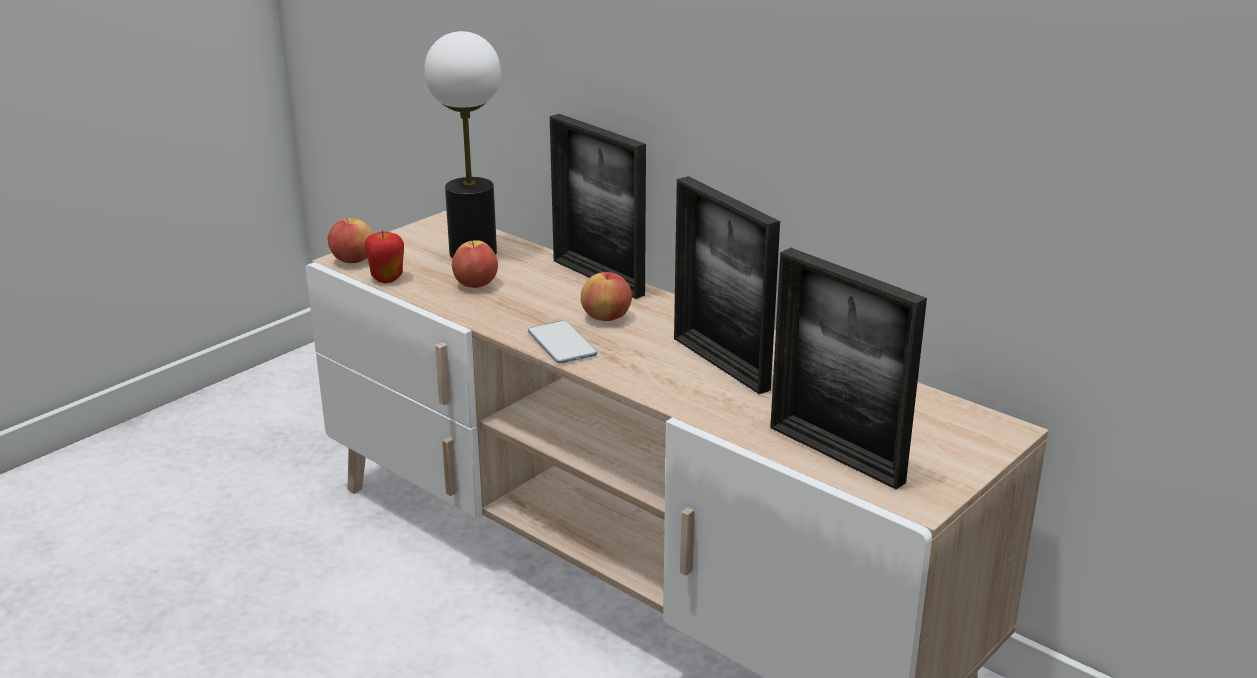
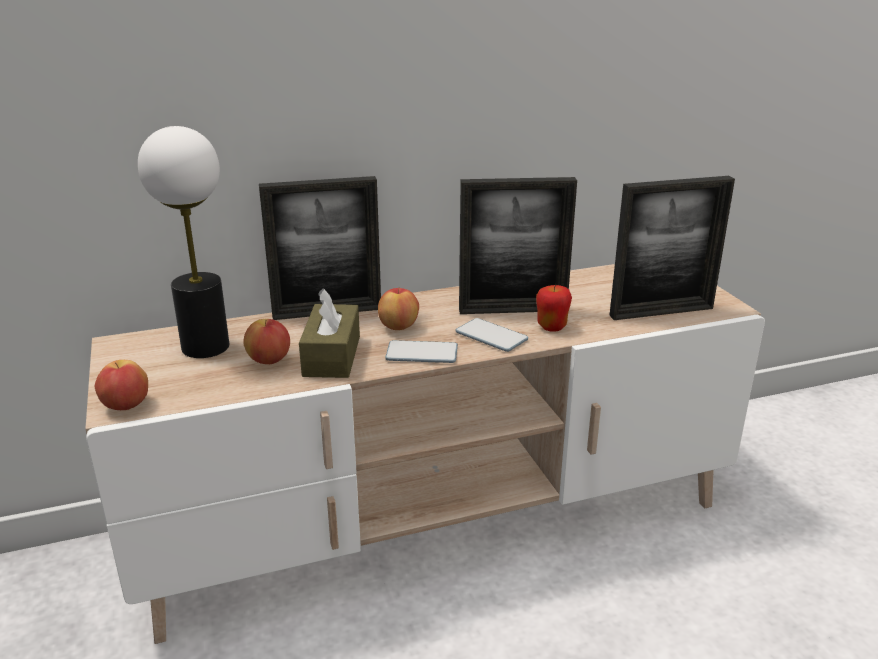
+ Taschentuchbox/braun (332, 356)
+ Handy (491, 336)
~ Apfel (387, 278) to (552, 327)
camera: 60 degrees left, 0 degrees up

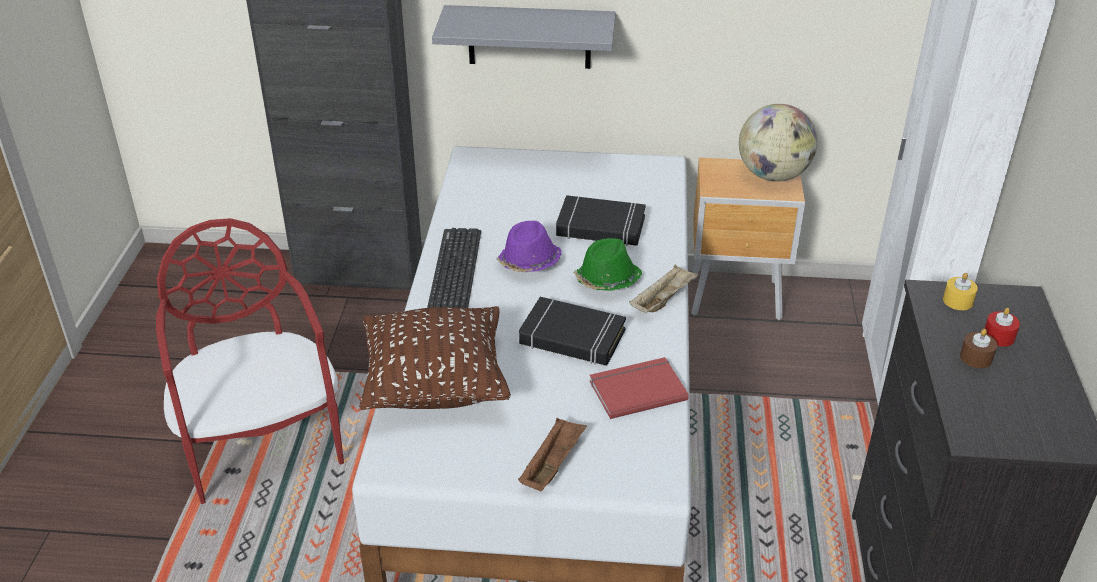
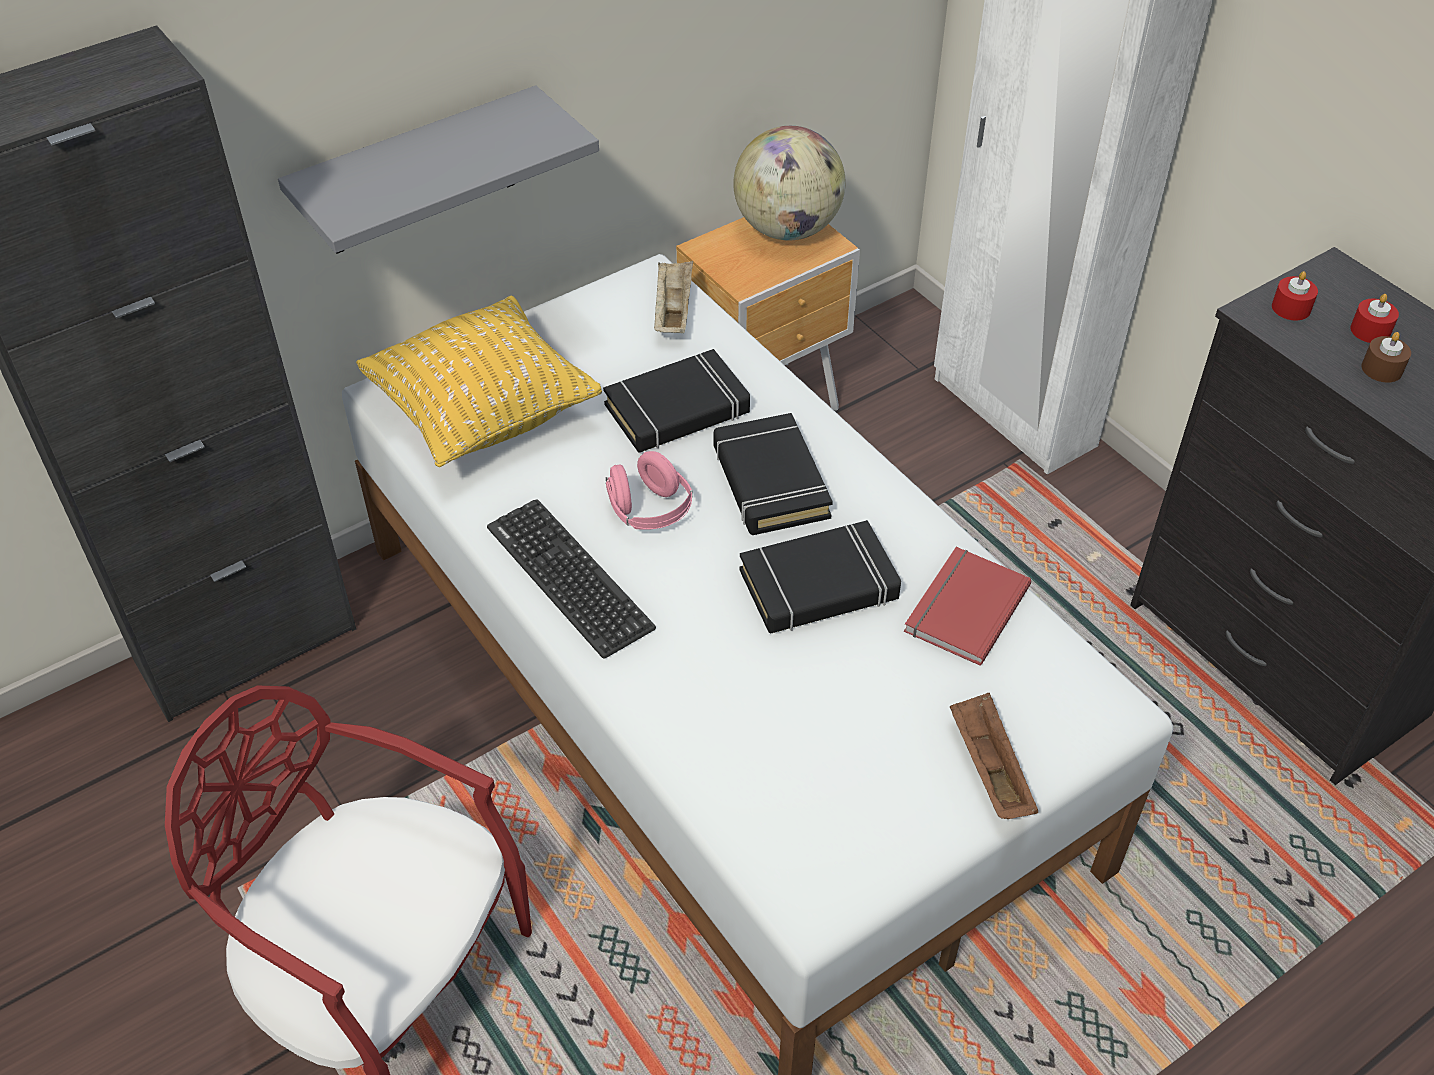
- Kissen/braun (436, 385)
+ Kissen/gelb (484, 414)
~ Tablett/beige (662, 300) to (673, 311)
~ Hut/lila (529, 263) to Kopfhörer/rosa (649, 511)
~ Hut/grün (607, 281) to Buch/schwarz (770, 482)
~ Kerze/gelb (958, 301) to Kerze/rot (1291, 308)
camera: 40 degrees left, 10 degrees up

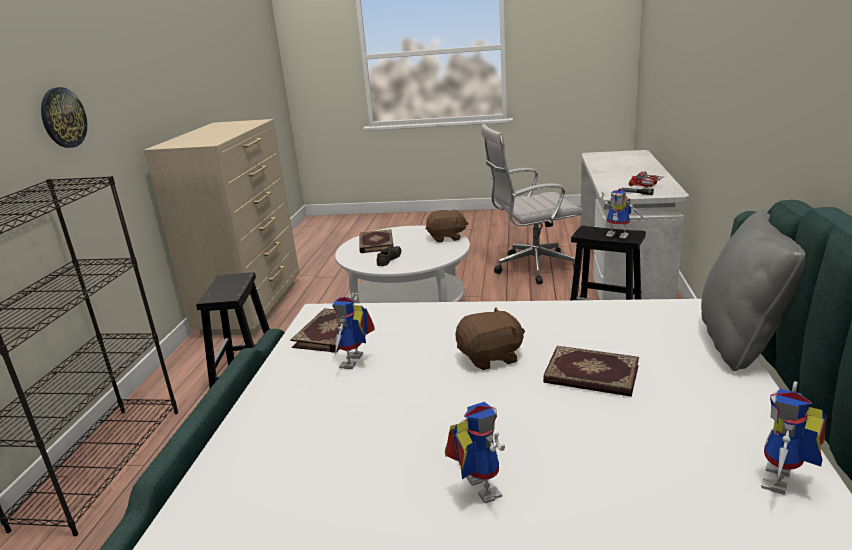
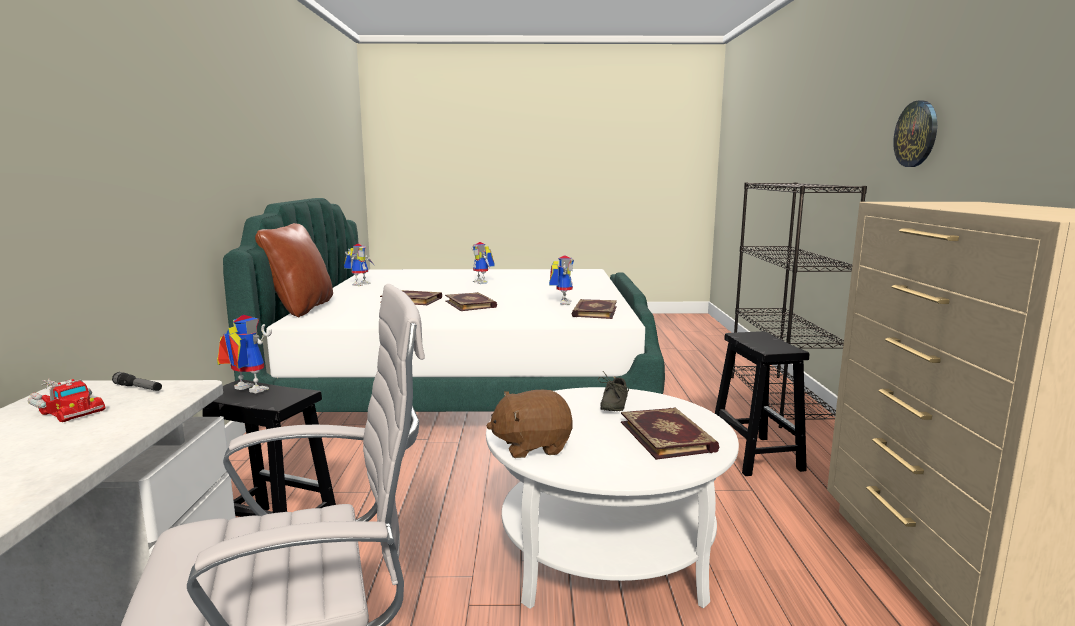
~ Plüschtier/braun (490, 357) to Buch (471, 304)
~ Kissen/grau (741, 342) to Kissen/braun (300, 309)
camera: 170 degrees right, 10 degrees down

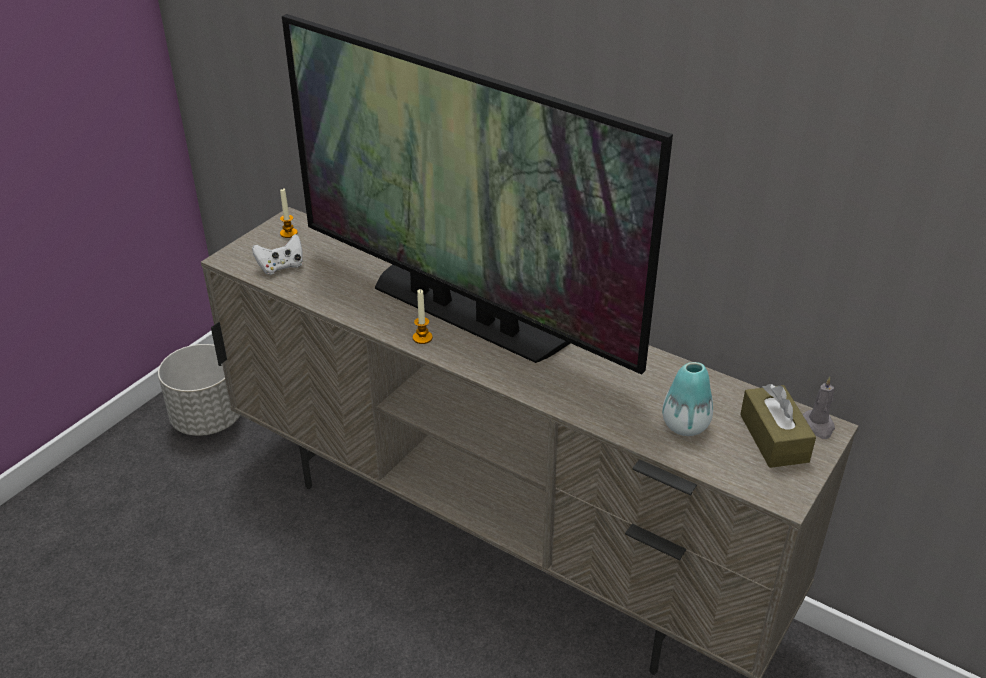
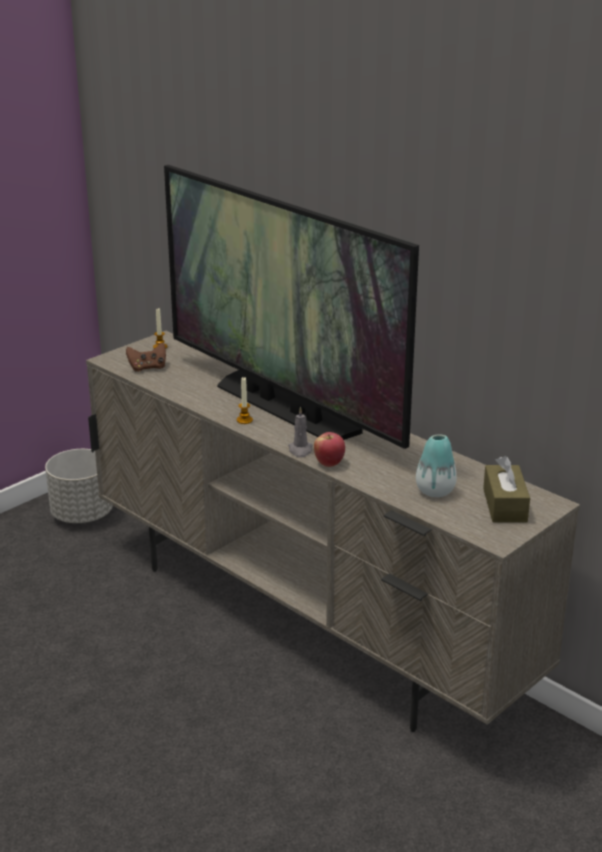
+ Apfel (329, 463)
~ Kerze/grau (818, 426) to (300, 450)
~ Gamepad/weiß (281, 267) to Gamepad/braun (147, 367)
camera: 10 degrees right, 10 degrees down

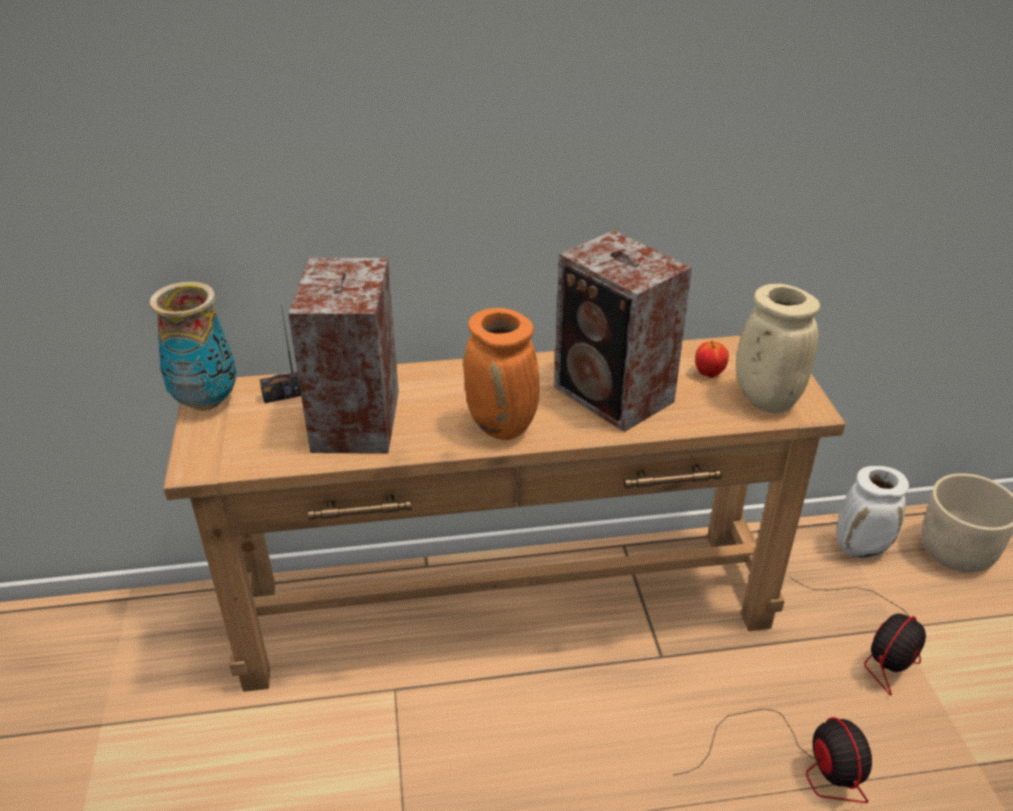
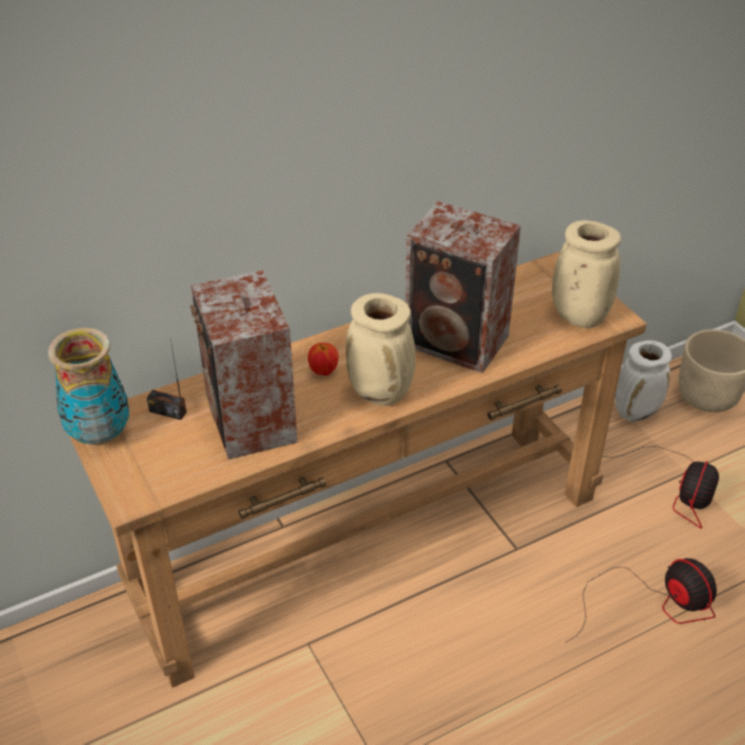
~ Apfel (709, 374) to (323, 371)
~ Vase/orange (503, 428) to Vase/beige (382, 394)
~ Radio (282, 395) = (168, 411) 60 degrees clockwise
camera: 20 degrees left, 5 degrees up

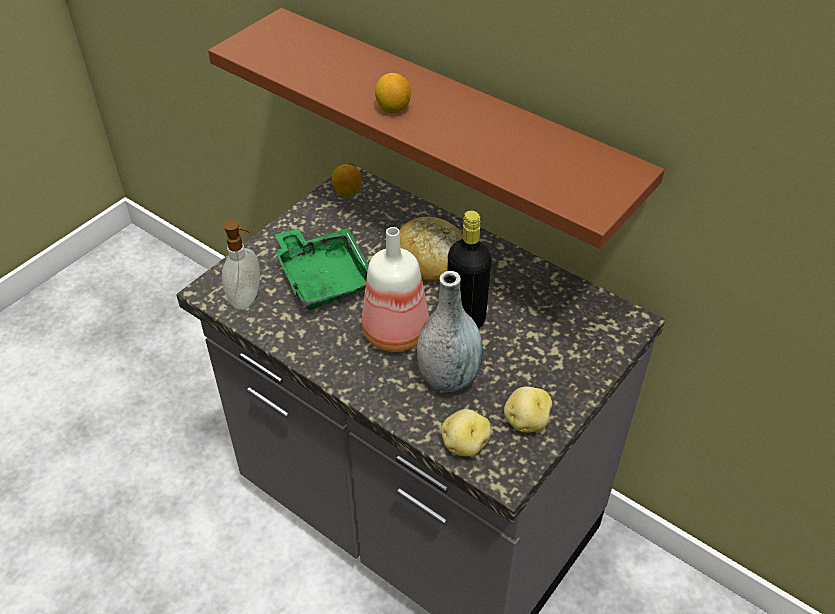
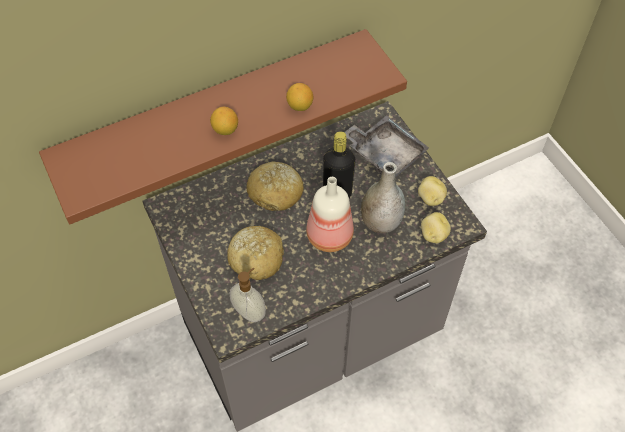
+ Tablett/grau (385, 153)
~ Zitrone (347, 192) to (300, 106)
~ Tablett/grün (324, 277) to Brot (256, 258)
camera: 65 degrees left, 10 degrees up

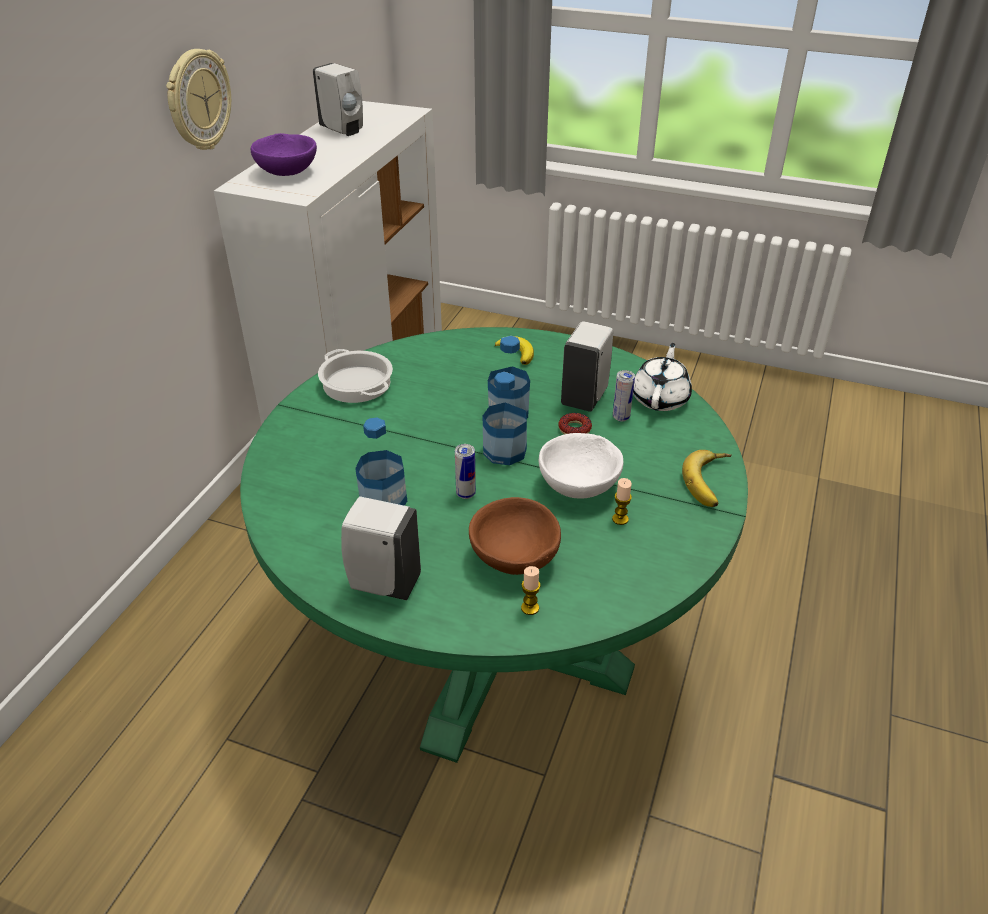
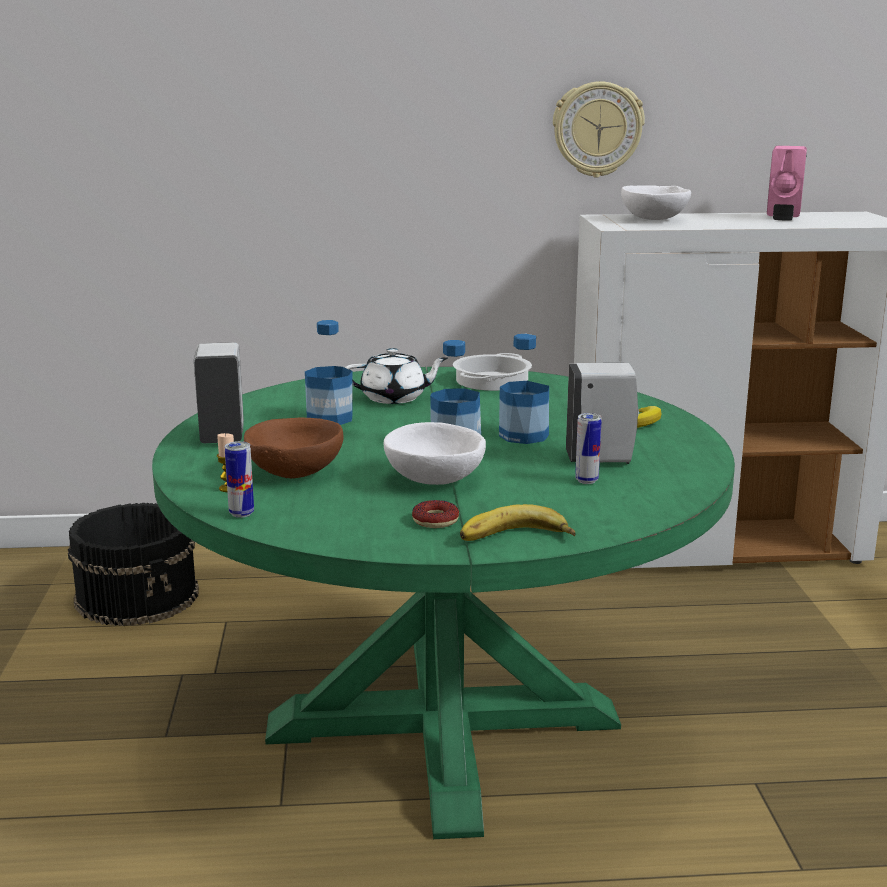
- Kerze (620, 519)
+ Eimer/schwarz (138, 596)
~ Dose (465, 494) to (241, 514)
~ Donut (574, 429) to (435, 520)
~ Teekanne/weiß (660, 398) to (395, 398)
~ Schüssel/lila (287, 172) to Schüssel/weiß (654, 220)
~ Seifenspender/weiß (343, 130) to Seifenspender/rosa (783, 217)
camera: 65 degrees right, 20 degrees down

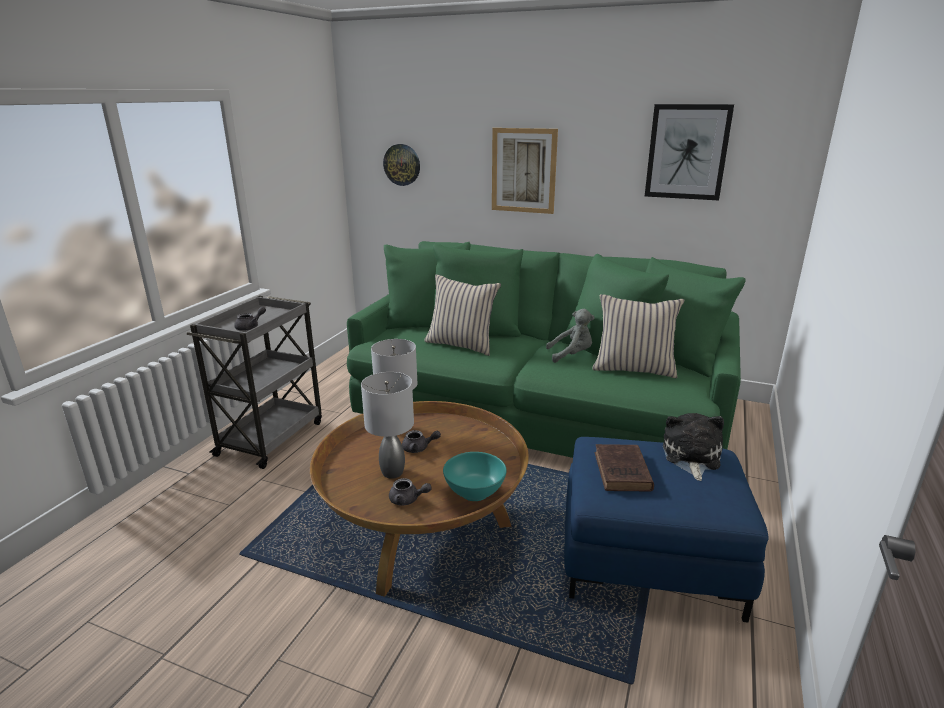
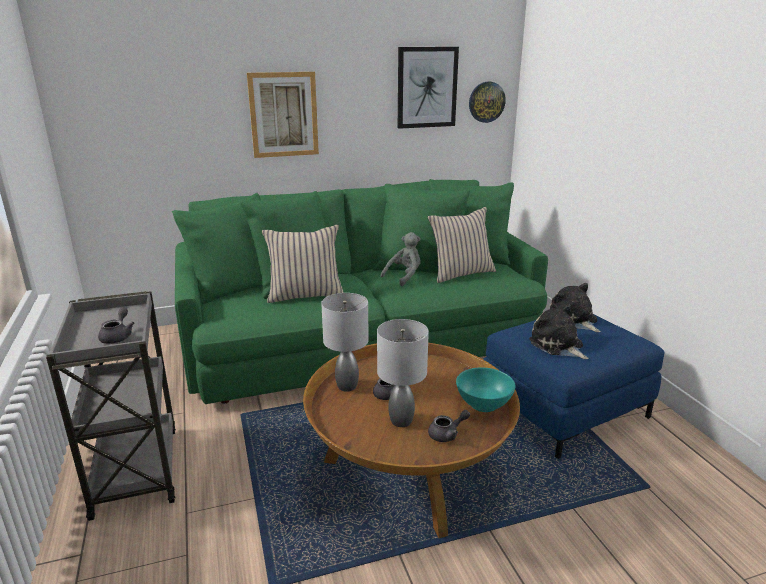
~ Wanduhr (402, 164) to (486, 102)
~ Buch/braun (622, 472) to Plüschtier (557, 345)
camera: 40 degrees left, 0 degrees up

